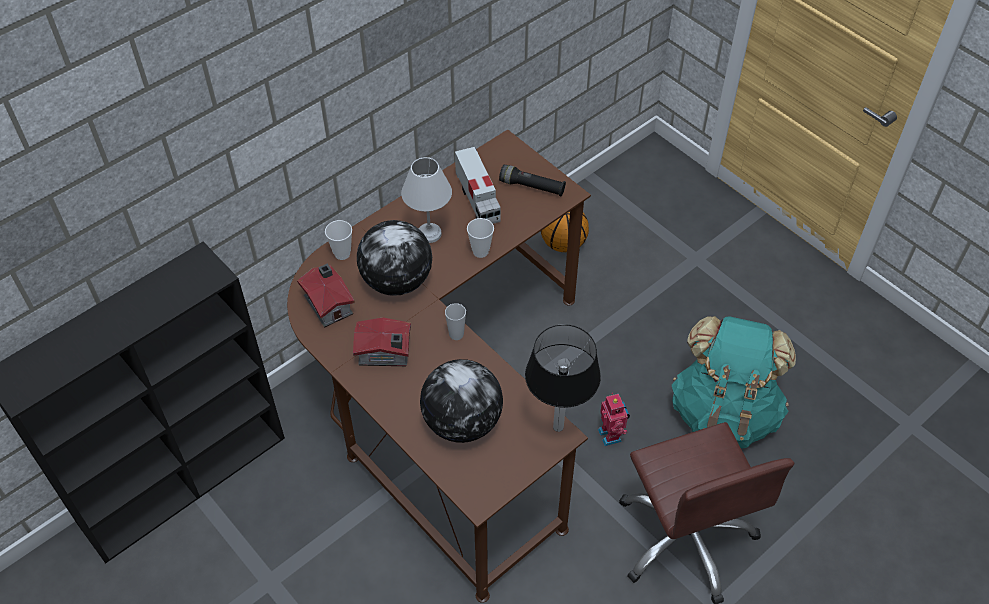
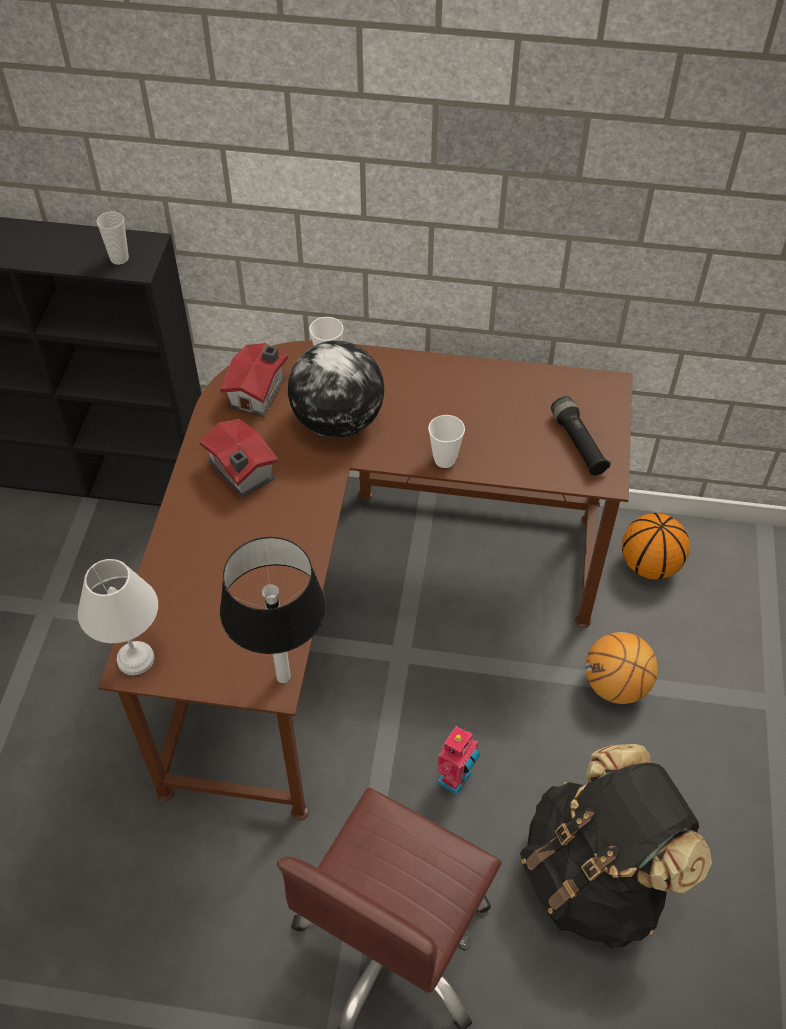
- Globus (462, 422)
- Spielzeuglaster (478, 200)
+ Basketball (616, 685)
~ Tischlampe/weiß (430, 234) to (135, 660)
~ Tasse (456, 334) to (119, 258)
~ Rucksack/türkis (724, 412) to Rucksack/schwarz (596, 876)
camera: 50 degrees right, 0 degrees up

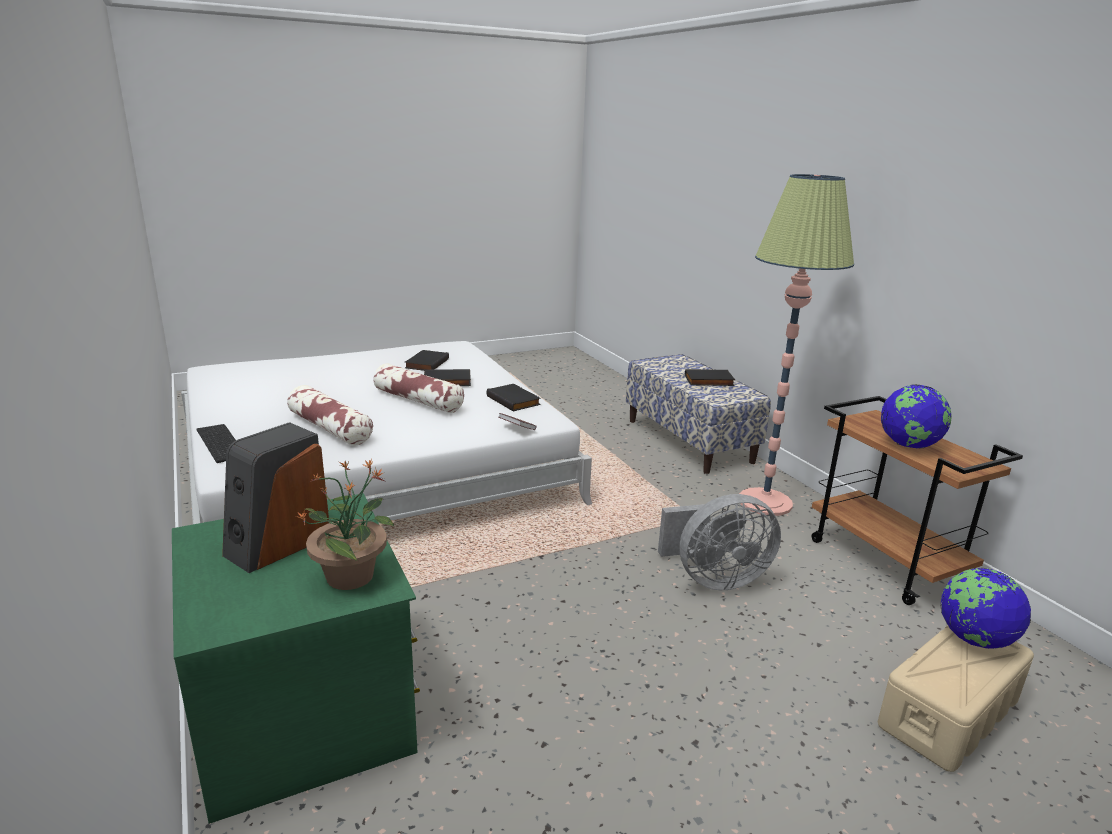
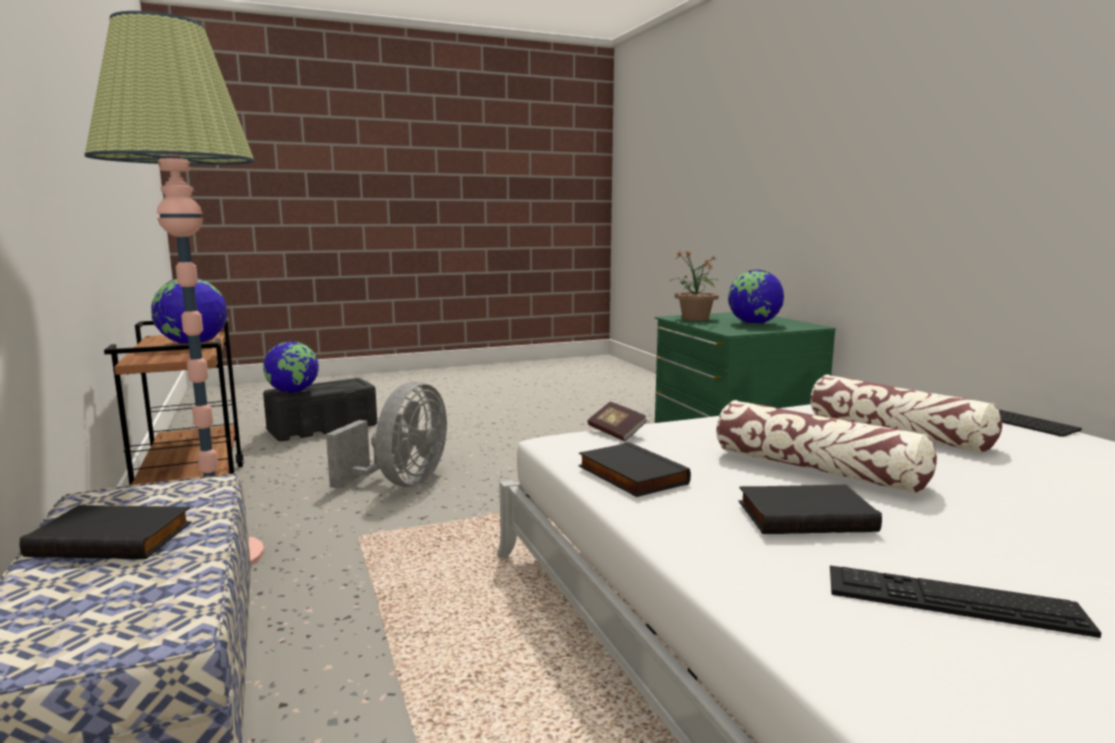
~ Lautsprecher (277, 544) to Globus (753, 324)
~ Buch/schwarz (426, 363) to Tastatur (952, 599)
~ Aufbewahrungsbox/beige (948, 713) to Aufbewahrungsbox/schwarz (323, 427)
~ Ventilator/grau (714, 579) = (401, 483) 120 degrees clockwise
camera: 175 degrees left, 10 degrees down

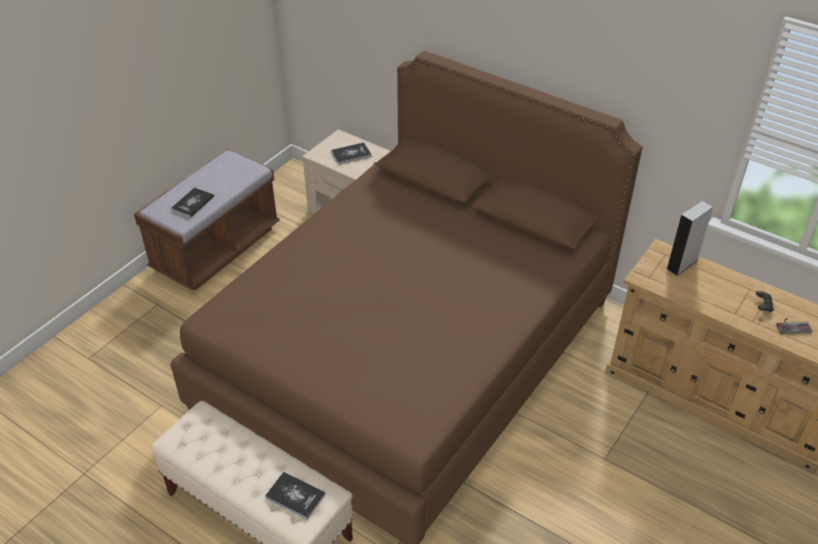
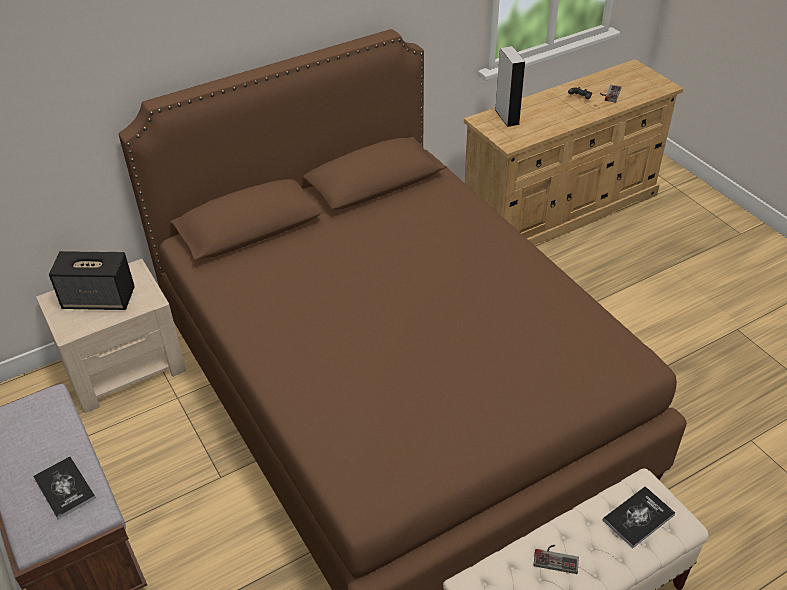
+ Gamepad (556, 557)
~ Buch (351, 154) to Lautsprecher (100, 299)
camera: 65 degrees left, 0 degrees up

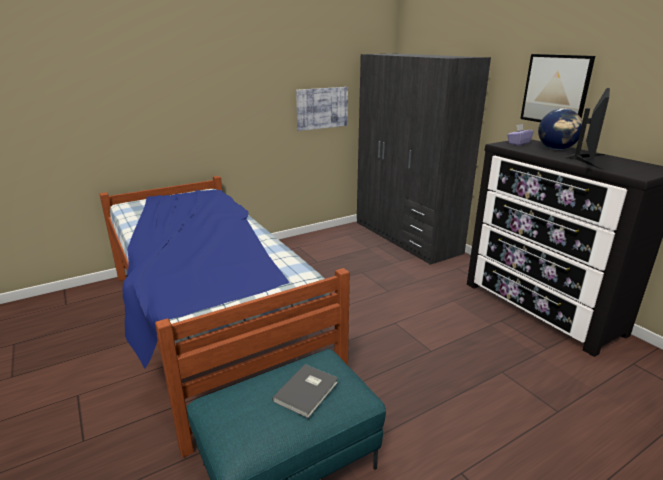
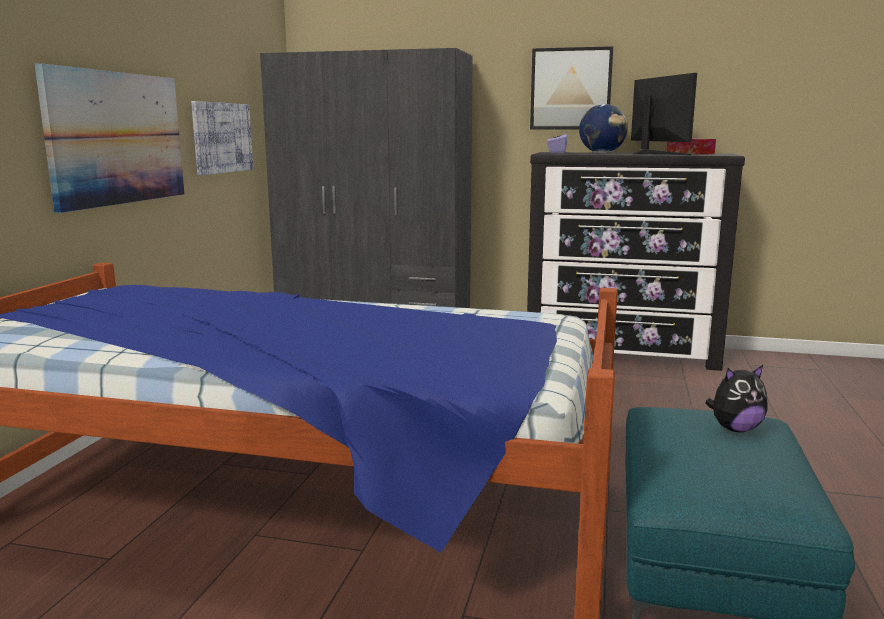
+ Bild (117, 138)
+ Taschentuchbox (690, 153)
~ Buch/grau (308, 391) to Plüschtier (735, 429)
camera: 45 degrees left, 10 degrees down

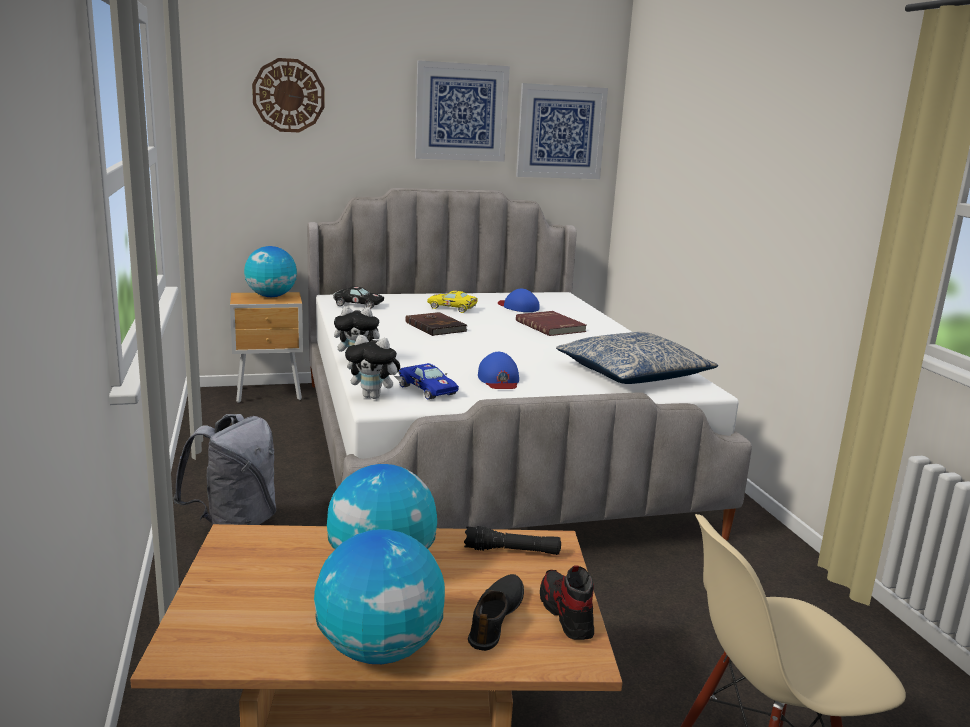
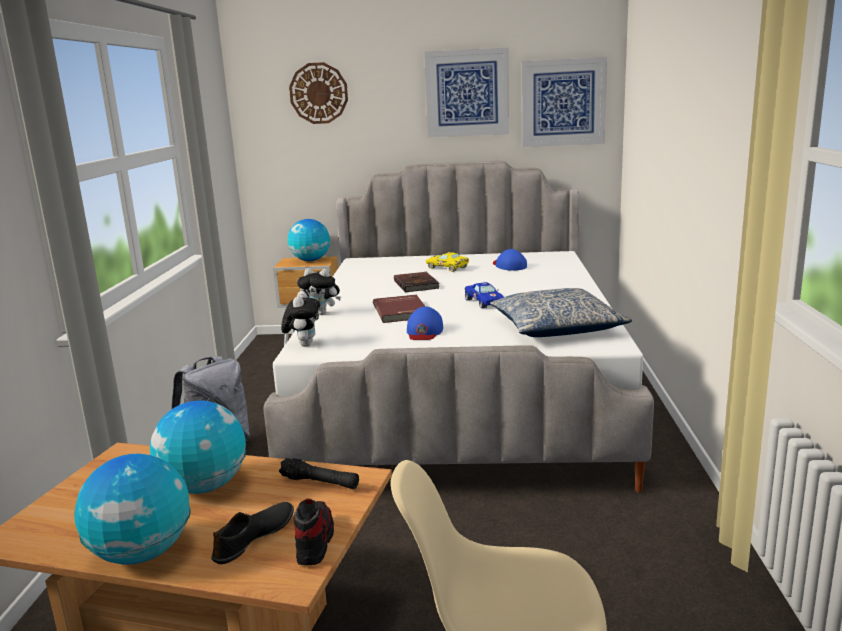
- Spielzeugauto/schwarz (356, 305)
~ Spielzeugauto/blau (426, 389) to (484, 302)
~ Buch/rot (551, 326) to (401, 311)
~ Plüschtier (374, 397) = (304, 344) 120 degrees counterclockwise
camera: 20 degrees right, 0 degrees up

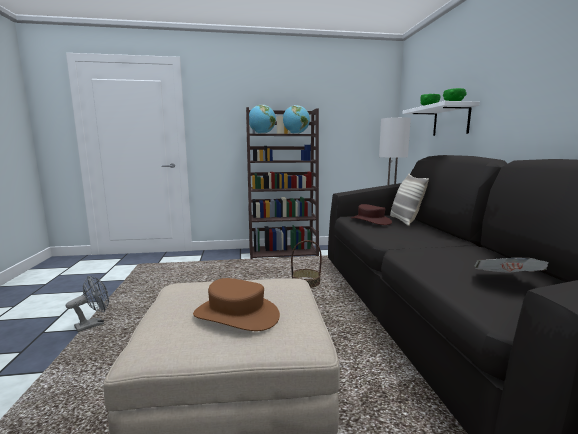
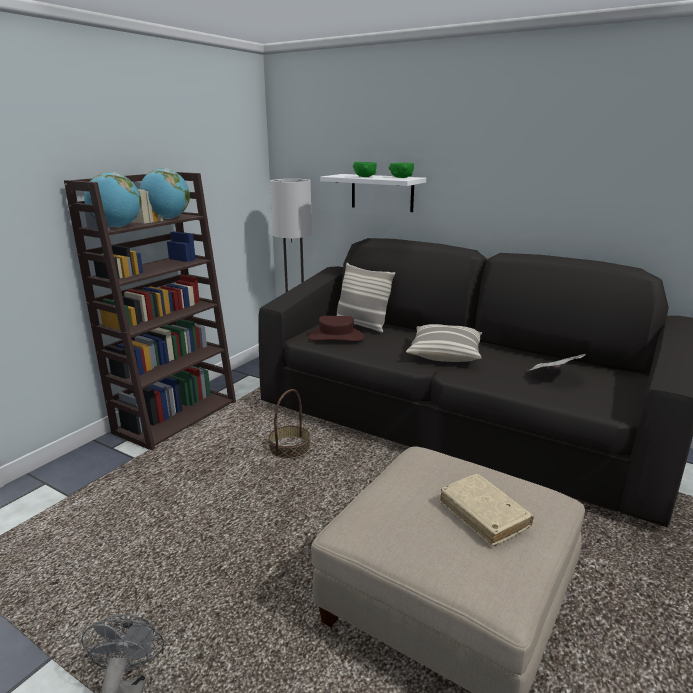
+ Kissen (445, 354)
~ Hut/braun (237, 314) to Buch/beige (483, 515)
camera: 50 degrees left, 10 degrees up

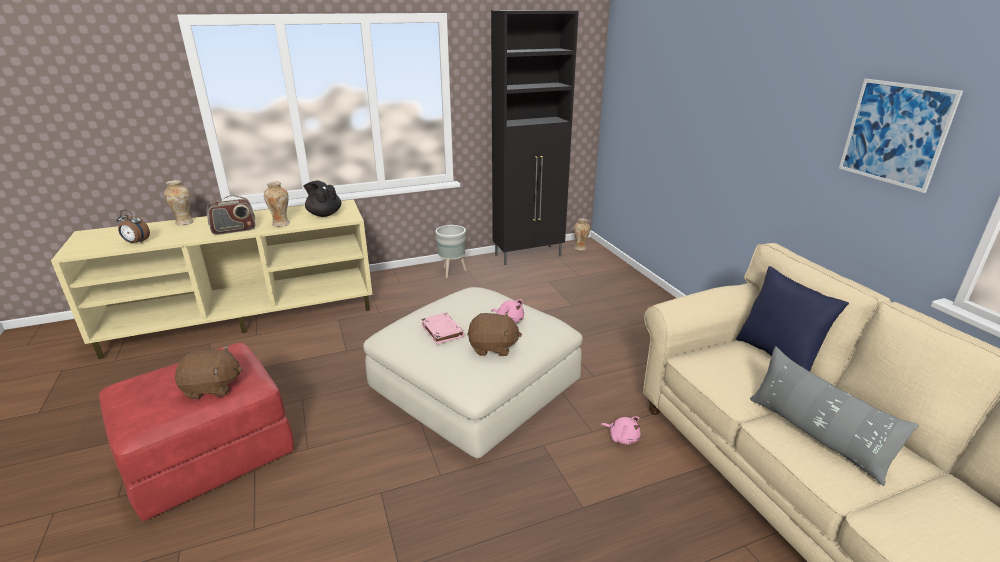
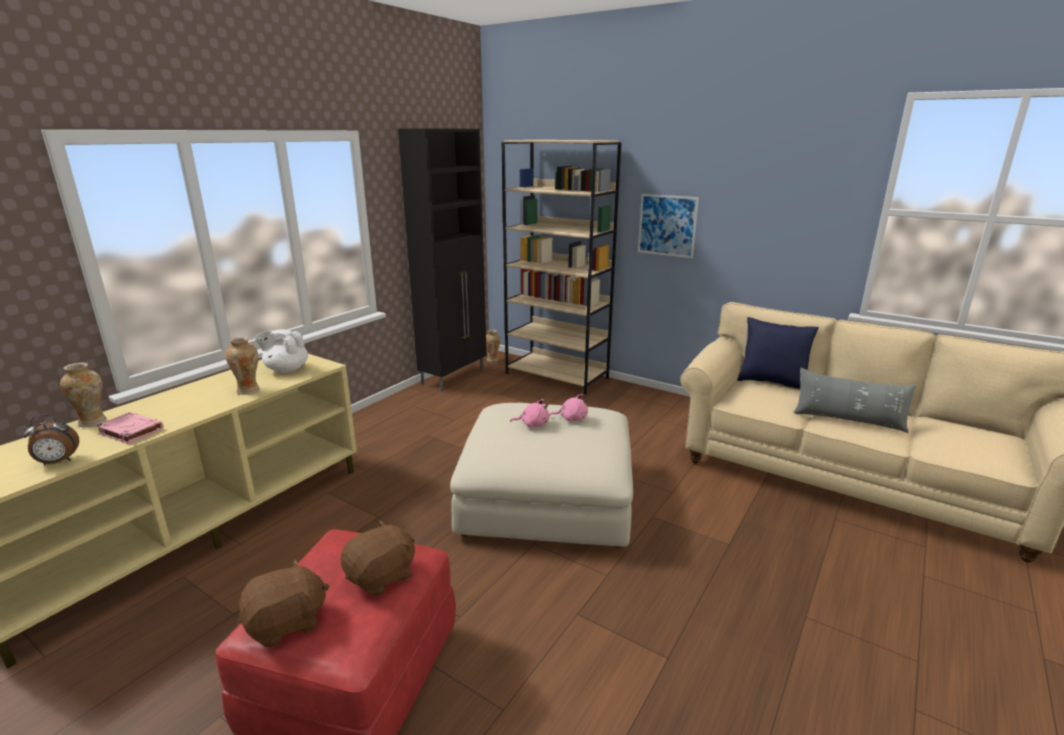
- Radio (234, 230)
- Pflanzkübel/grau (452, 271)
+ Bücherregal/beige (557, 375)
~ Buch/rosa (441, 331) to (130, 431)
~ Plüschtier/braun (493, 348) to (287, 623)
~ Plüschtier/rosa (622, 437) to (533, 424)
~ Bild (895, 133) to (667, 225)
~ Teekanne/schwarz (324, 214) to Teekanne/weiß (286, 369)
camera: 35 degrees left, 5 degrees down

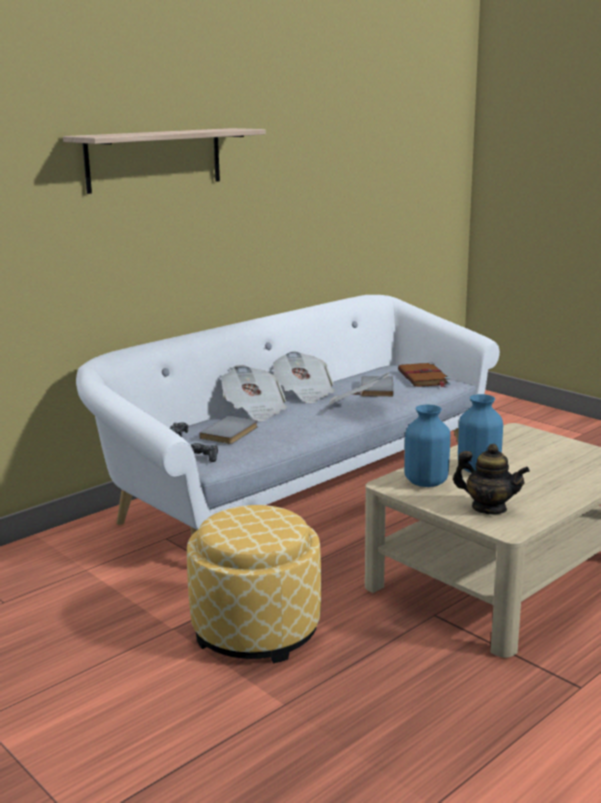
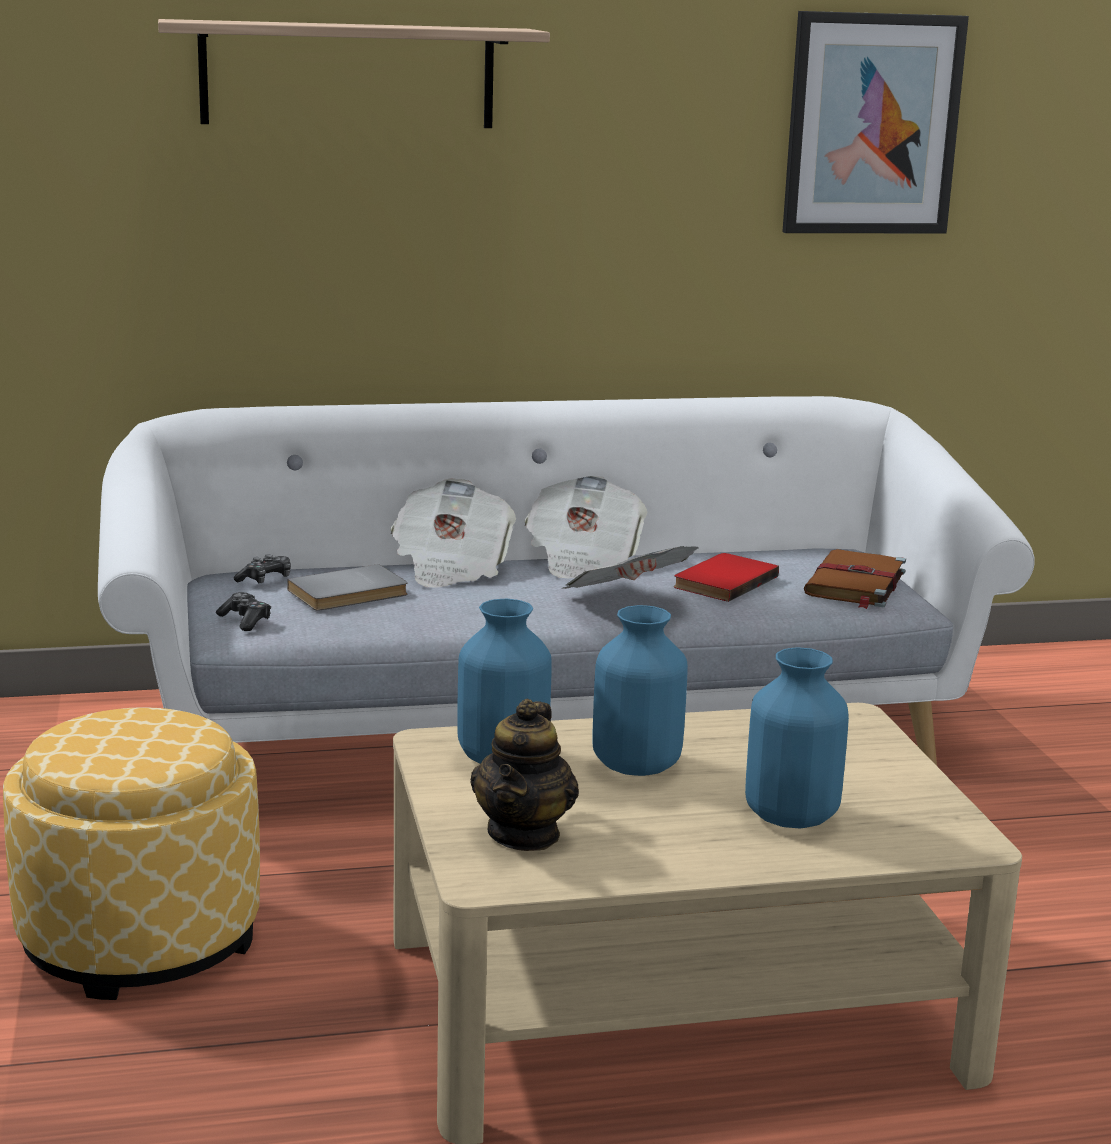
+ Vase/blau (789, 816)
+ Bild (872, 124)
~ Buch/grau (375, 388) to Buch/rot (722, 581)
~ Teekanne (489, 508) = (524, 834) 45 degrees clockwise
camera: 30 degrees right, 0 degrees up

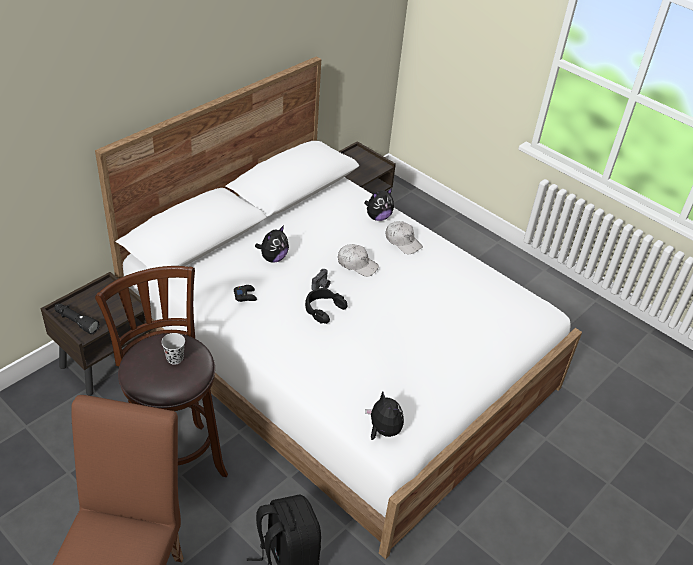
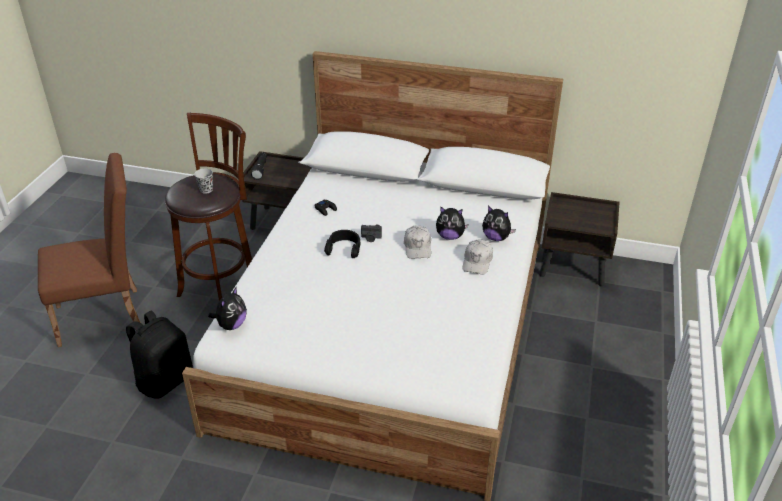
~ Plüschtier (273, 258) to (450, 236)
camera: 65 degrees right, 5 degrees down

